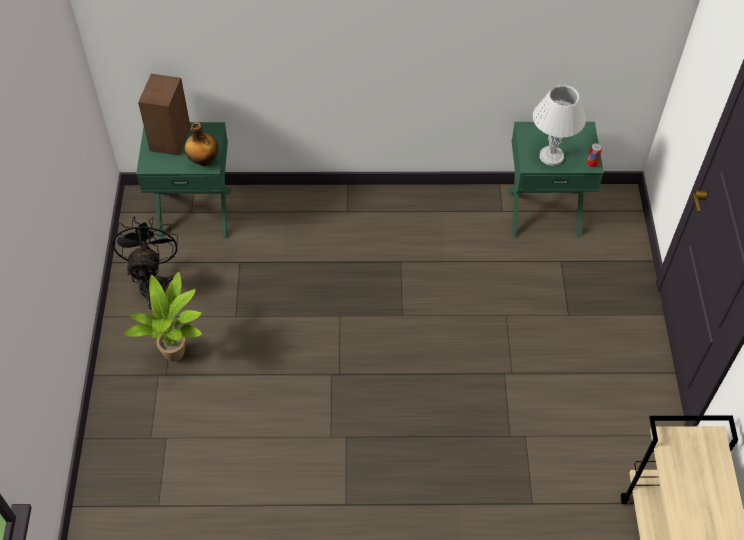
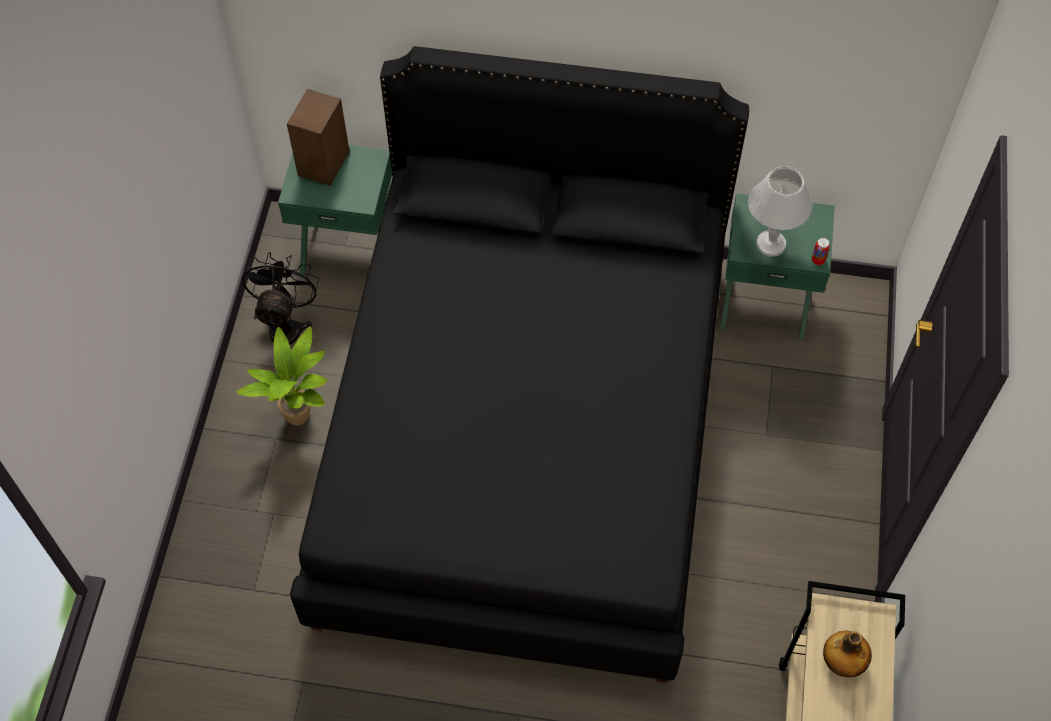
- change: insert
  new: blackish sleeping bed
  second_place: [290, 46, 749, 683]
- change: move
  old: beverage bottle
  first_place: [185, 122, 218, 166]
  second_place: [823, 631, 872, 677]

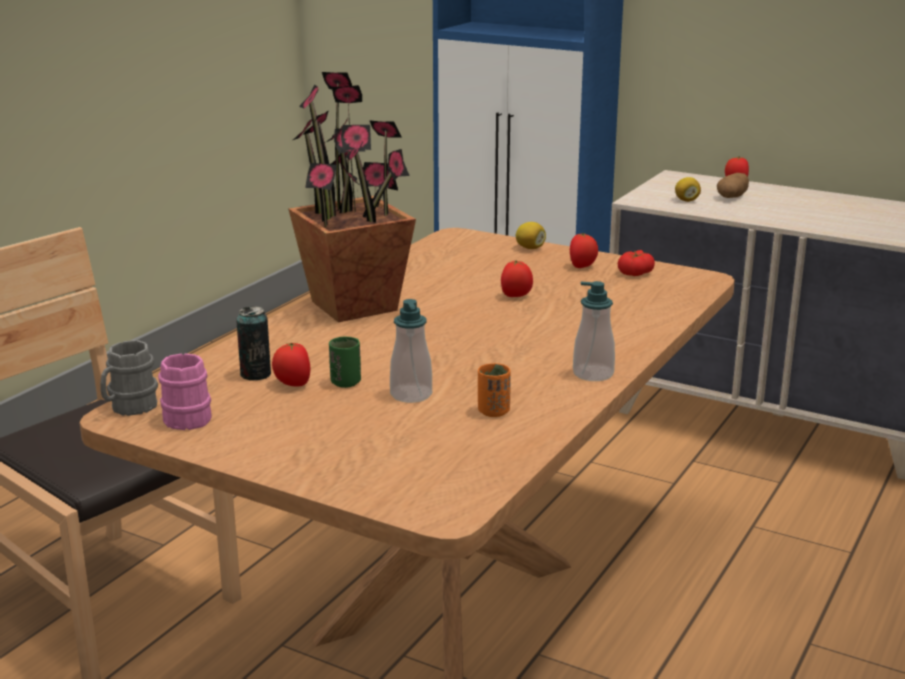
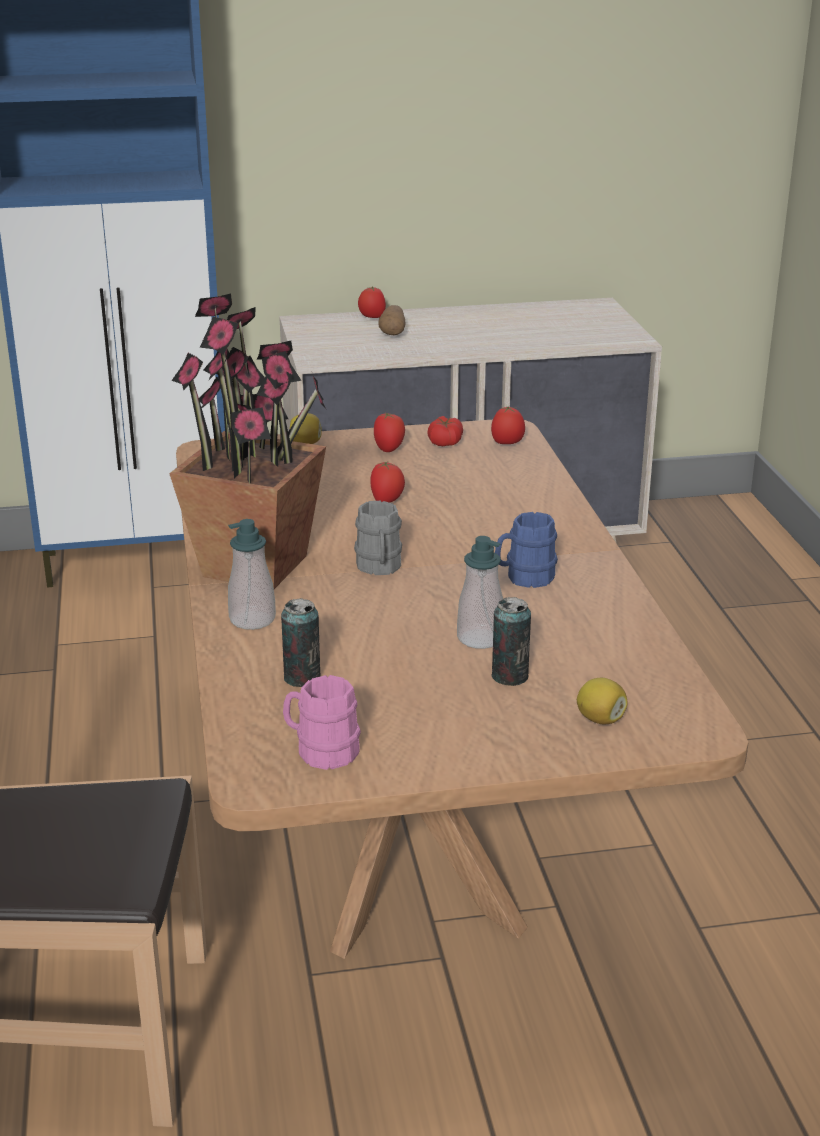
- change: move
  old: soap bottle
  first_place: [573, 281, 615, 381]
  second_place: [228, 519, 276, 630]
- change: move
  old: grey mug
  first_place: [100, 340, 158, 416]
  second_place: [354, 501, 402, 575]
- change: move
  old: tomato
  first_place: [272, 343, 311, 386]
  second_place: [491, 406, 525, 444]
- change: insert
  new: metal can
  second_place: [491, 597, 531, 686]
- change: insert
  new: bluish mug
  second_place: [495, 512, 558, 588]
- change: move
  old: citrus fruit
  first_place: [675, 177, 701, 202]
  second_place: [577, 678, 628, 724]
- change: delete
  old: green-coloured drinking cup
  first_place: [329, 337, 361, 388]
- change: delete
  old: orange-coloured drinking cup
  first_place: [478, 363, 511, 417]

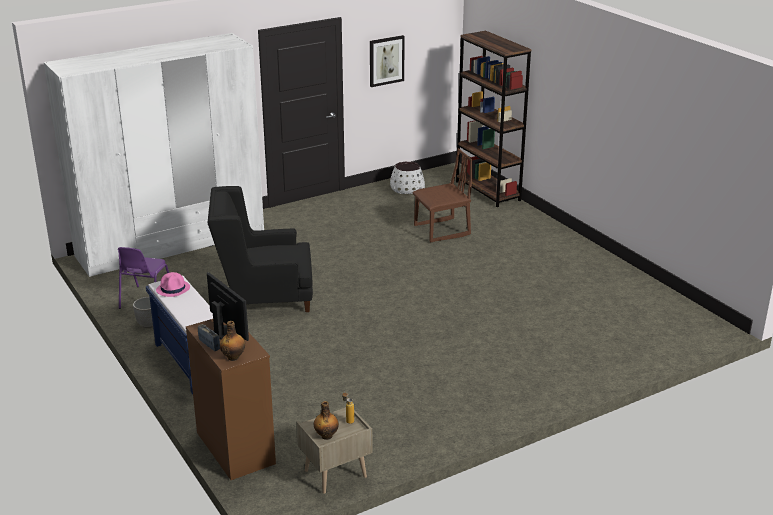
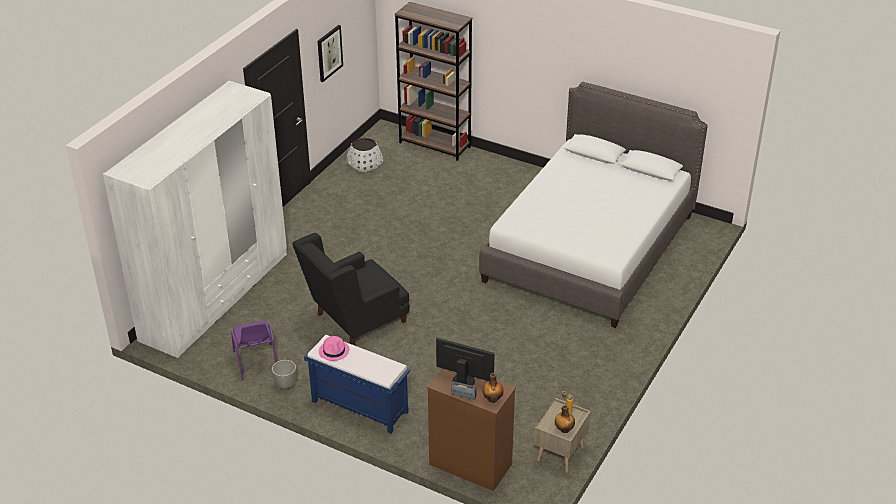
- change: insert
  new: white sleeping bed
  second_place: [479, 82, 708, 328]
- change: delete
  old: brownish plain chair
  first_place: [412, 148, 473, 242]

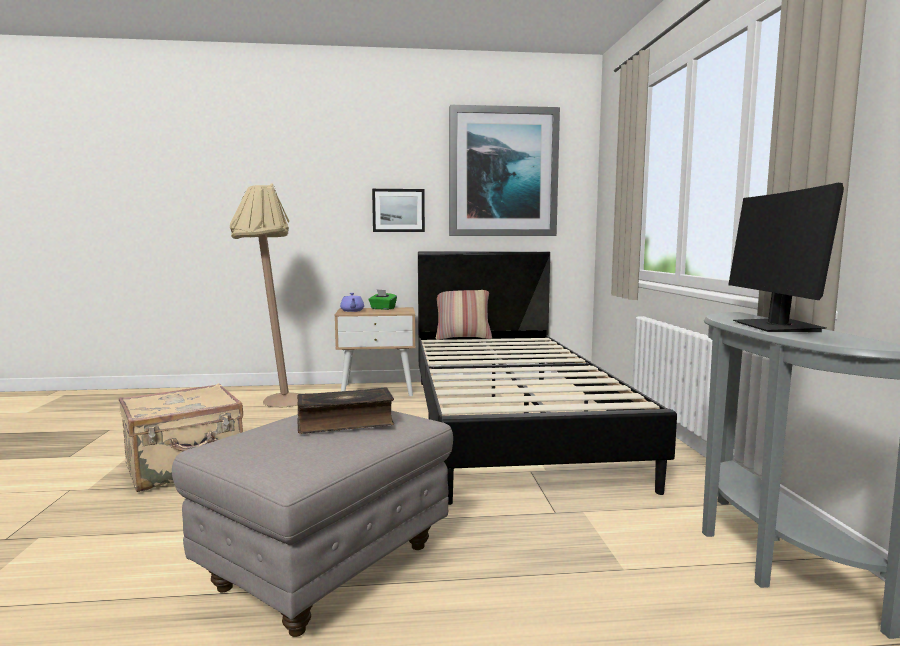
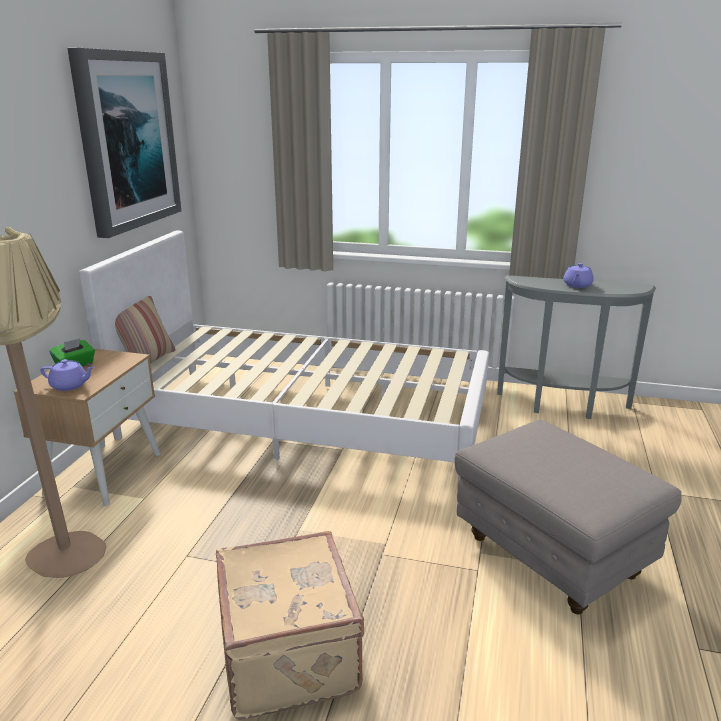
- change: recolor
  old: blackish sleeping bed
  new: white sleeping bed
  first_place: [418, 251, 677, 505]
  second_place: [79, 230, 489, 480]
- change: replace
  old: computer display
  new: purplish pot for tea
  first_place: [728, 183, 844, 332]
  second_place: [563, 263, 594, 288]
- change: delete
  old: volume
  first_place: [297, 387, 394, 434]
- change: delete
  old: wall art
  first_place: [372, 189, 425, 232]

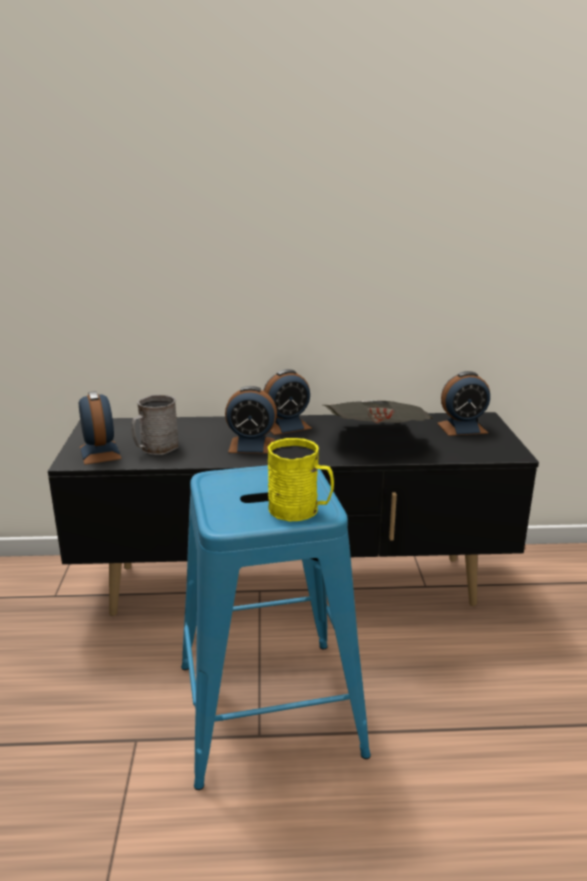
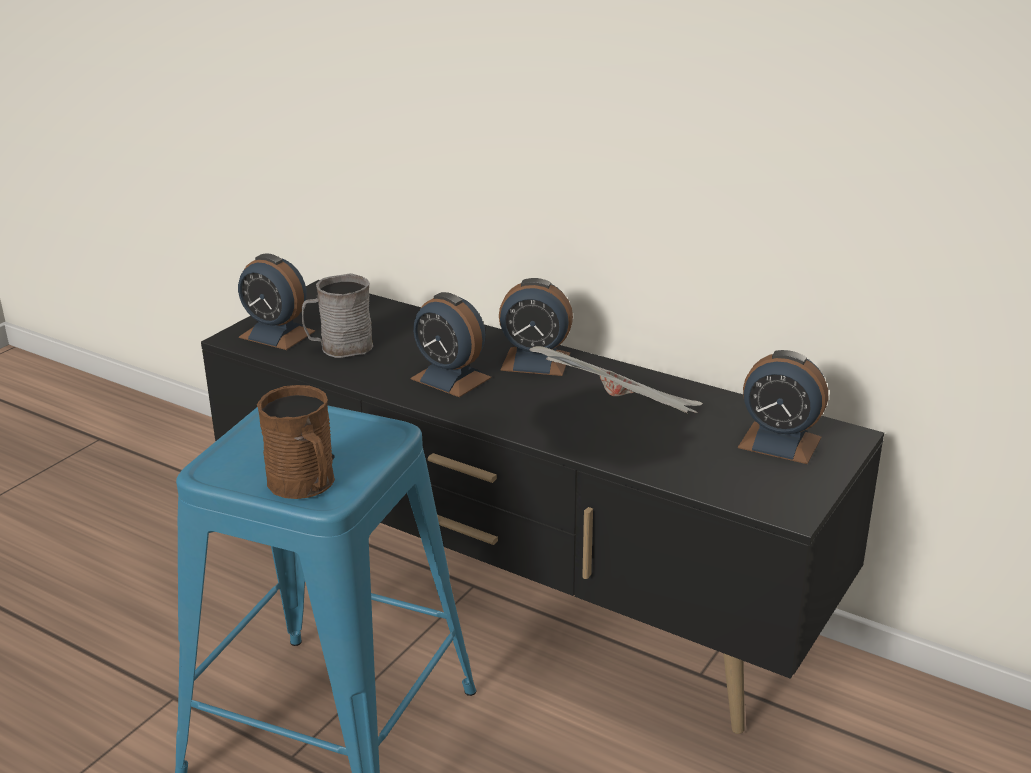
- change: rotate
  old: bedside clock
  first_place: [79, 391, 122, 465]
  second_place: [238, 254, 315, 350]
  degrees: 105
- change: recolor
  old: yellow mug
  new: brownish mug
  first_place: [267, 438, 334, 522]
  second_place: [257, 385, 335, 499]

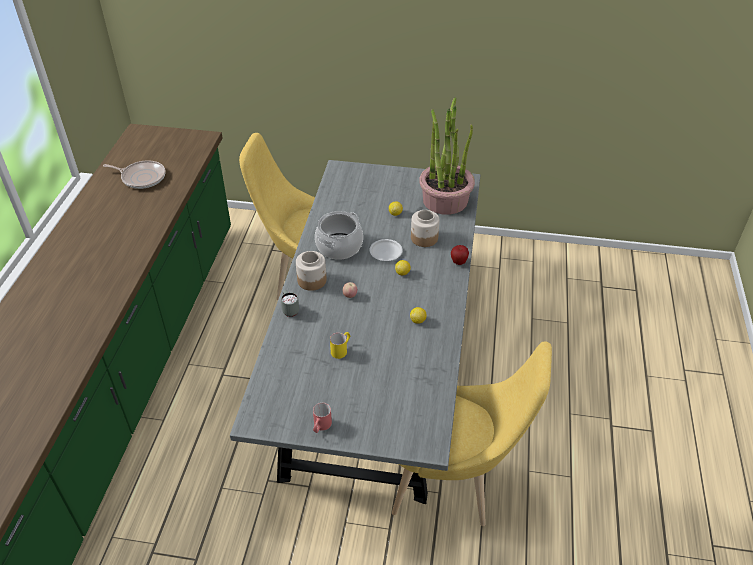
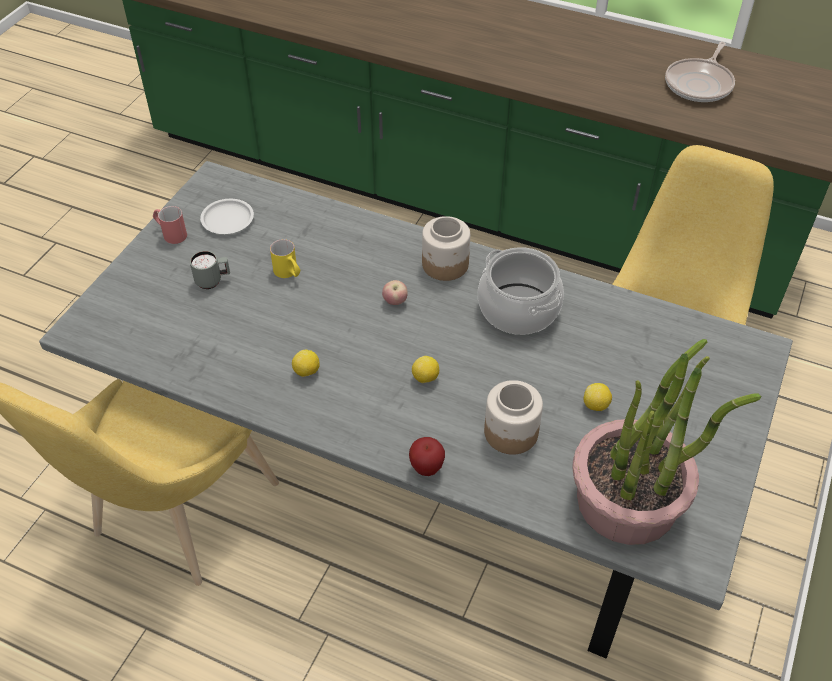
- change: move
  old: grey mug
  first_place: [281, 290, 299, 317]
  second_place: [190, 250, 230, 289]
- change: move
  old: white dinner plate
  first_place: [370, 239, 403, 261]
  second_place: [200, 199, 254, 234]

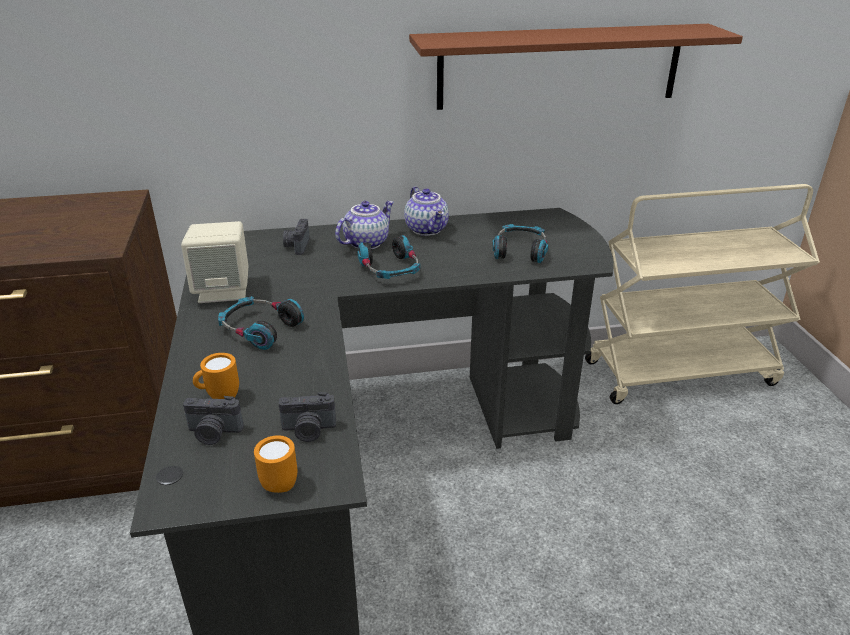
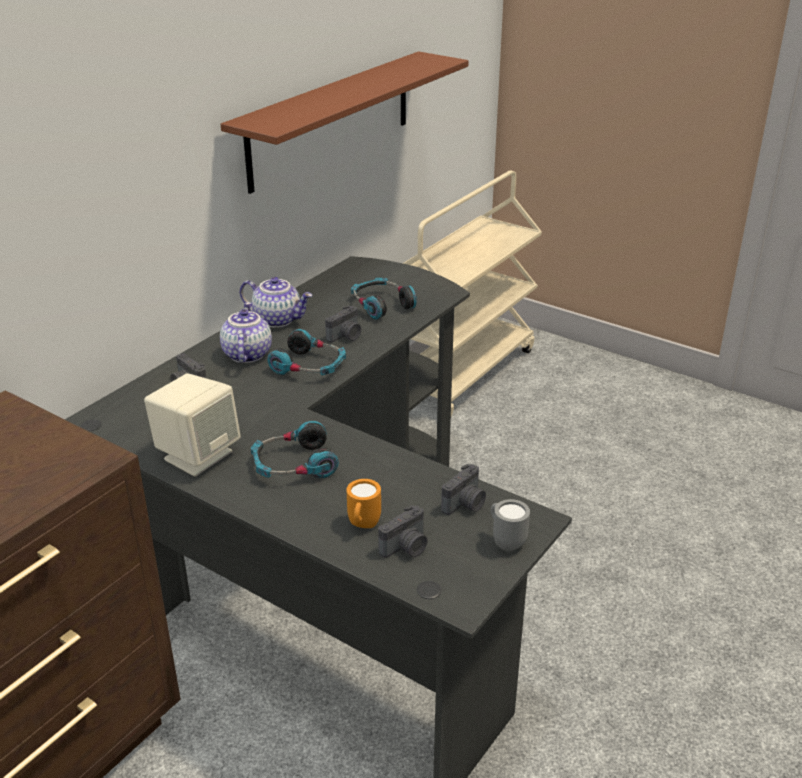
- change: insert
  new: still camera
  second_place: [325, 305, 361, 343]
- change: recolor
  old: orange-coloured mug
  new: grey mug
  first_place: [254, 435, 297, 493]
  second_place: [491, 499, 530, 551]

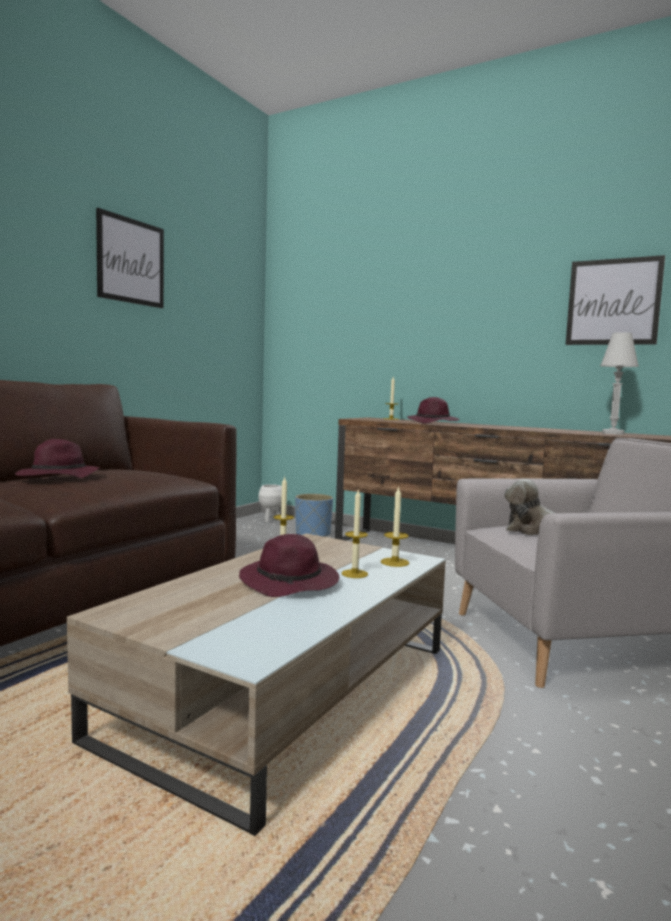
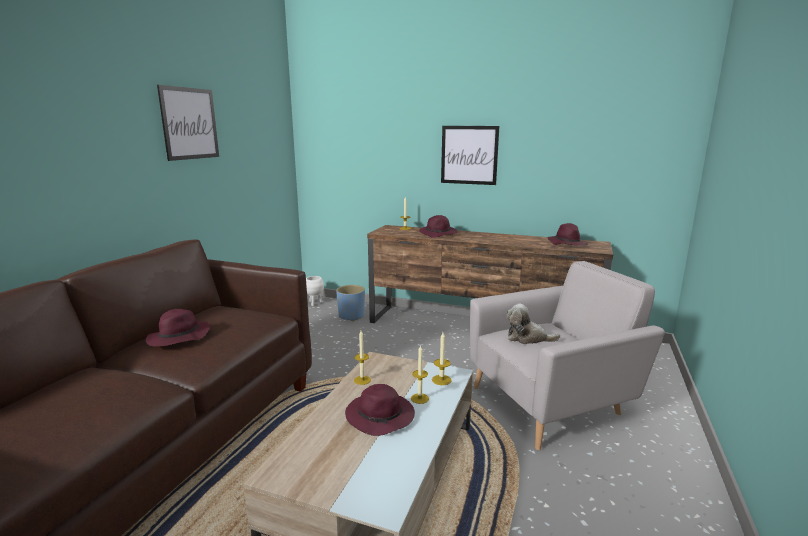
- change: move
  old: wall art
  first_place: [566, 255, 665, 345]
  second_place: [441, 126, 499, 185]
- change: replace
  old: white table lamp
  new: purplish clothing hat
  first_place: [600, 332, 639, 435]
  second_place: [547, 223, 588, 245]

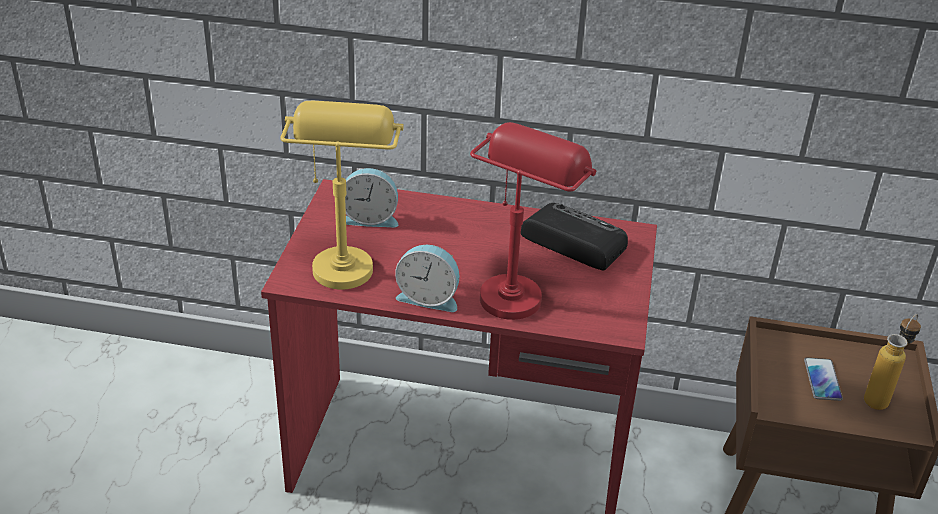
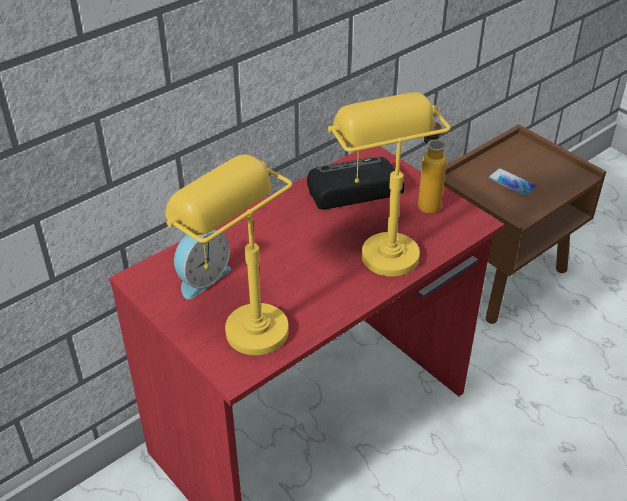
- change: recolor
  old: red table lamp
  new: yellow table lamp
  first_place: [470, 122, 596, 320]
  second_place: [328, 92, 451, 277]
- change: move
  old: beverage bottle
  first_place: [864, 314, 921, 410]
  second_place: [418, 118, 447, 214]
- change: delete
  old: bedside clock
  first_place: [395, 245, 459, 312]

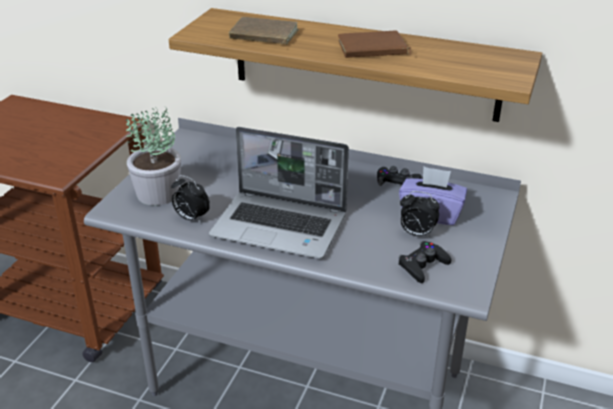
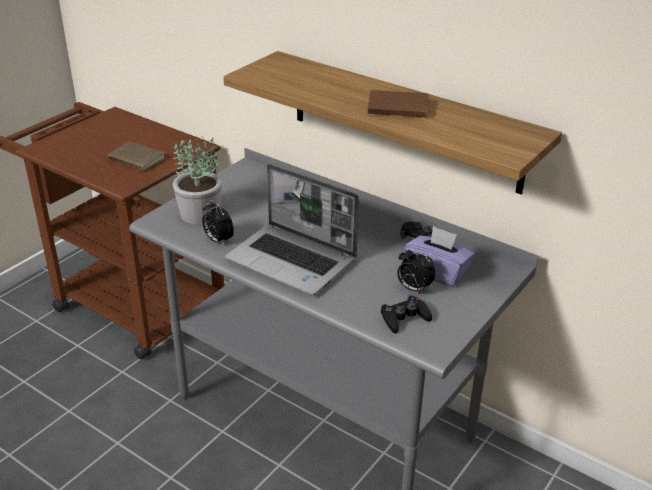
- change: move
  old: brownish volume
  first_place: [229, 17, 299, 45]
  second_place: [108, 142, 165, 172]

